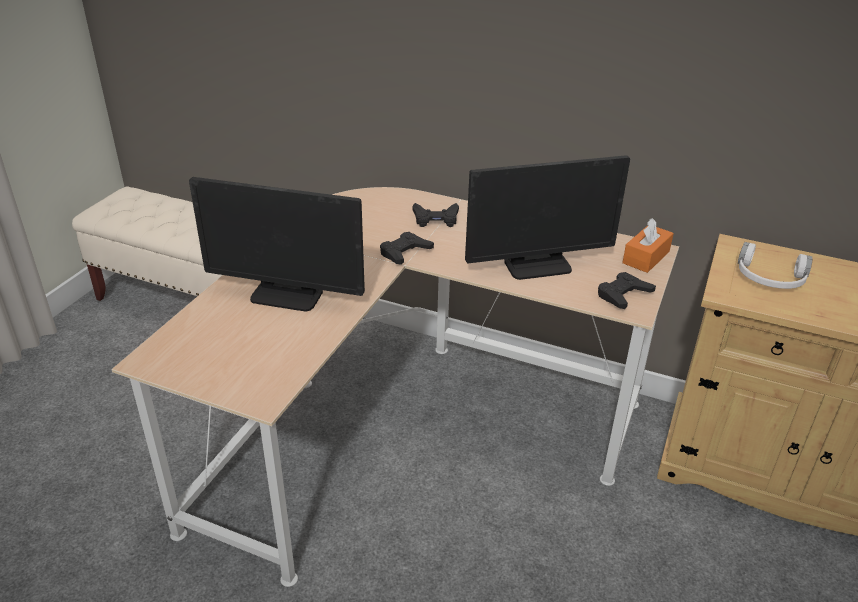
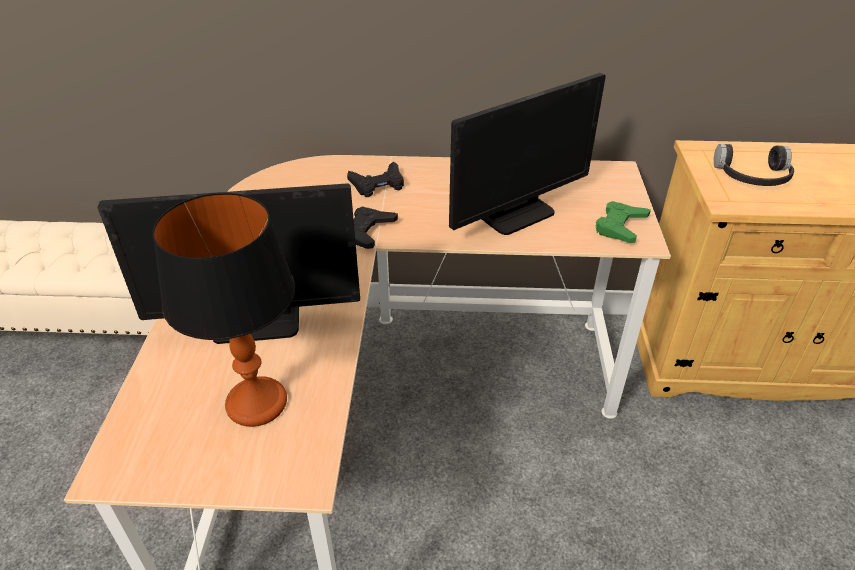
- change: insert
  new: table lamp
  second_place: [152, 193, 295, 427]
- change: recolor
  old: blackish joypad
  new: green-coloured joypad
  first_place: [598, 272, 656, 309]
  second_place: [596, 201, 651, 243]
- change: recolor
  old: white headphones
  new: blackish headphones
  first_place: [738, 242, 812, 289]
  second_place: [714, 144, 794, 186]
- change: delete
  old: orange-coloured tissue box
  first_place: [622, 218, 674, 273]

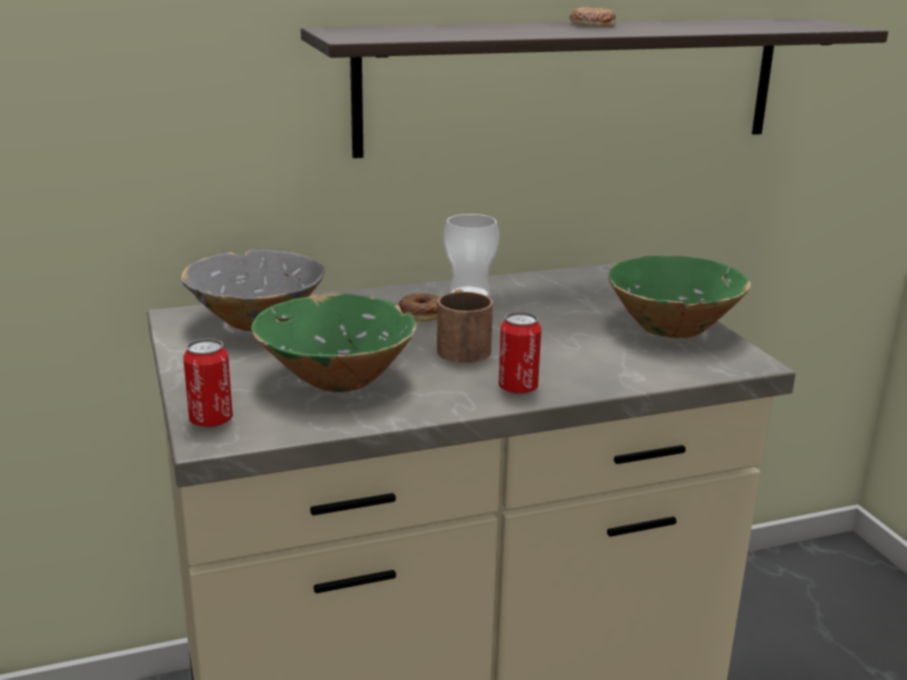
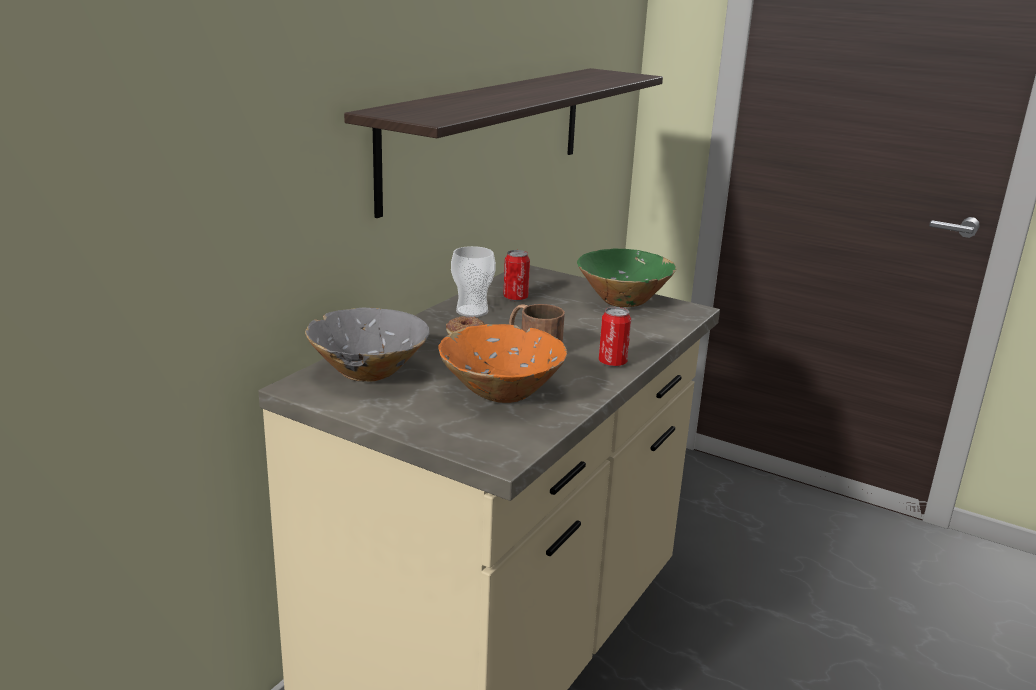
- change: recolor
  old: green-coloured deep dish
  new: orange-coloured deep dish
  first_place: [251, 294, 416, 392]
  second_place: [438, 324, 567, 403]
- change: move
  old: metal can
  first_place: [183, 338, 233, 428]
  second_place: [503, 250, 530, 301]
- change: delete
  old: doughnut
  first_place: [569, 7, 616, 27]

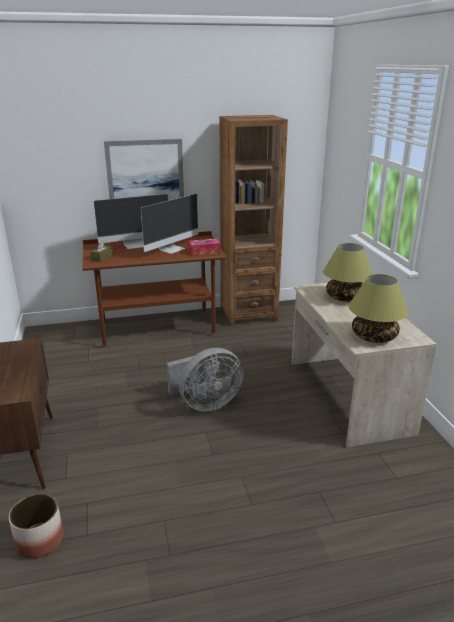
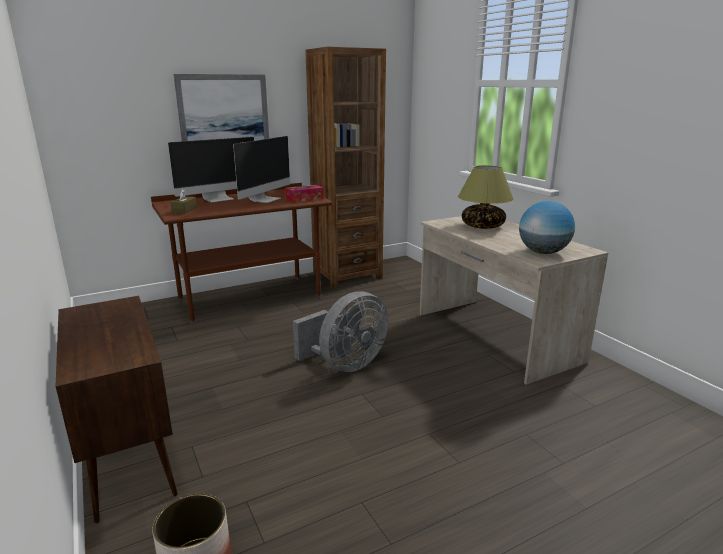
- change: replace
  old: table lamp
  new: globe
  first_place: [348, 274, 408, 343]
  second_place: [519, 201, 575, 254]

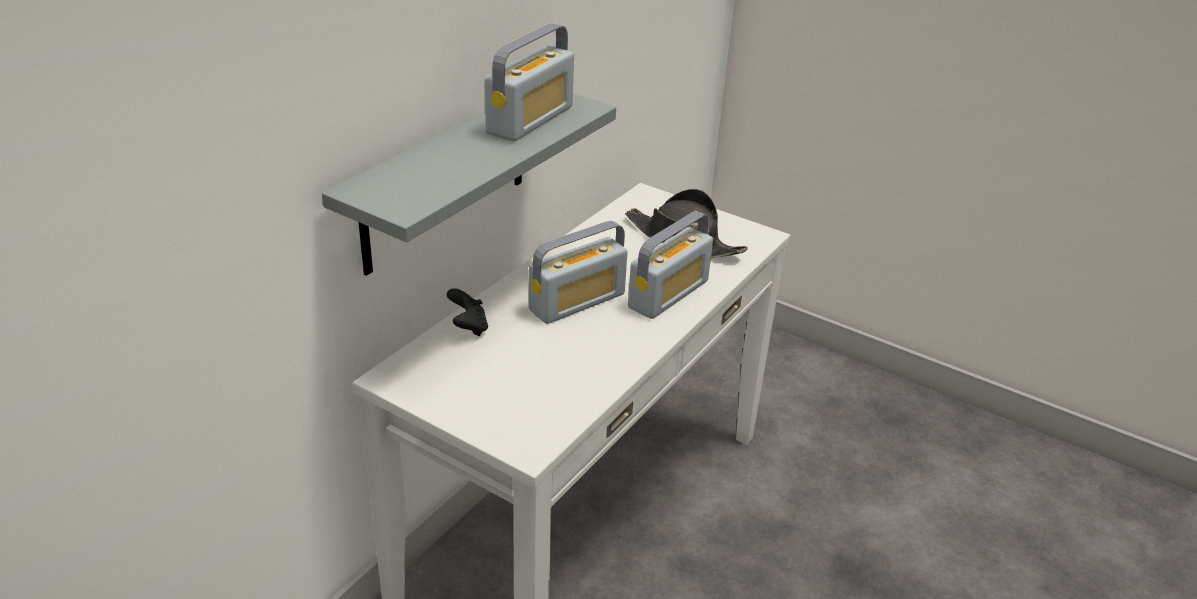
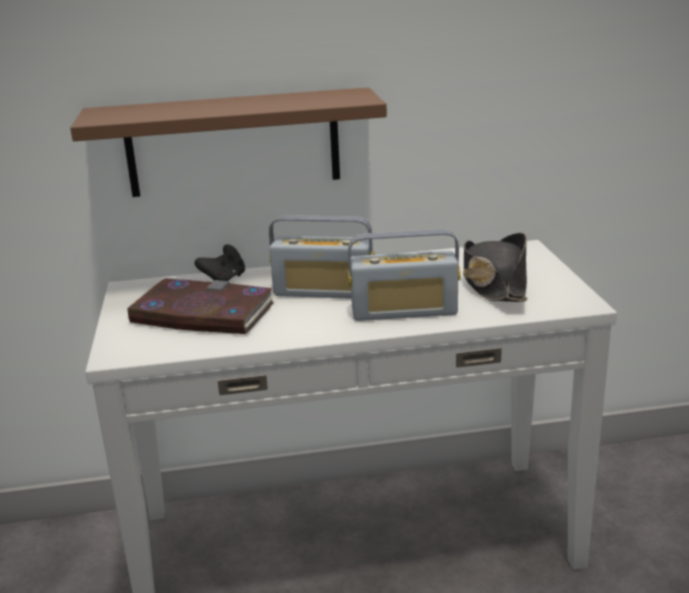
- change: recolor
  old: grey shelf
  new: brownish shelf
  first_place: [322, 94, 616, 276]
  second_place: [70, 87, 387, 197]
- change: insert
  new: volume
  second_place: [127, 278, 275, 334]
- change: delete
  old: radio set
  first_place: [485, 23, 574, 142]

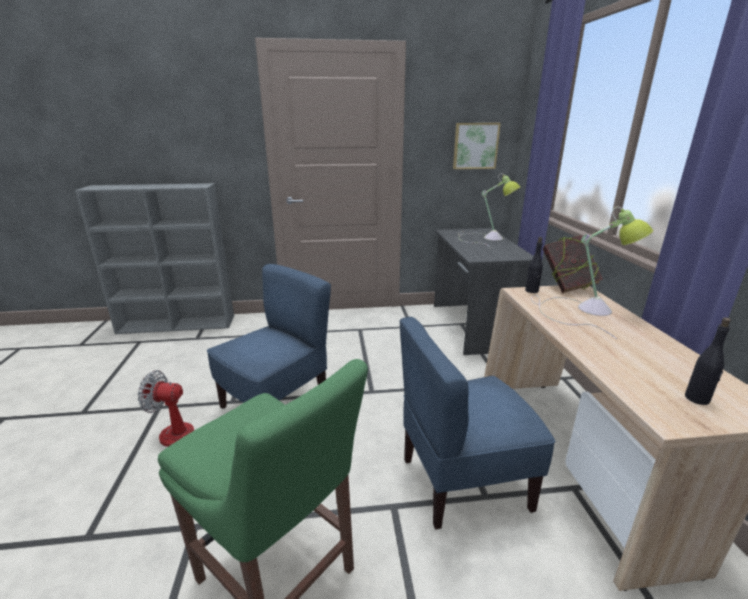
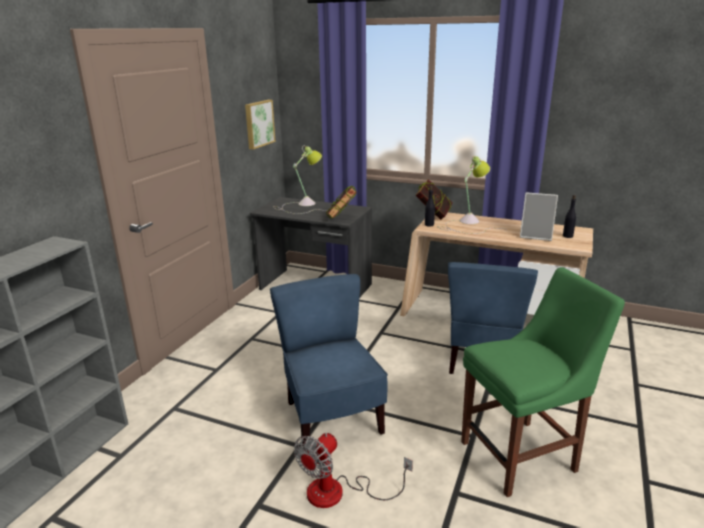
- change: insert
  new: volume
  second_place: [326, 185, 356, 218]
- change: insert
  new: standing frame
  second_place: [520, 192, 558, 241]

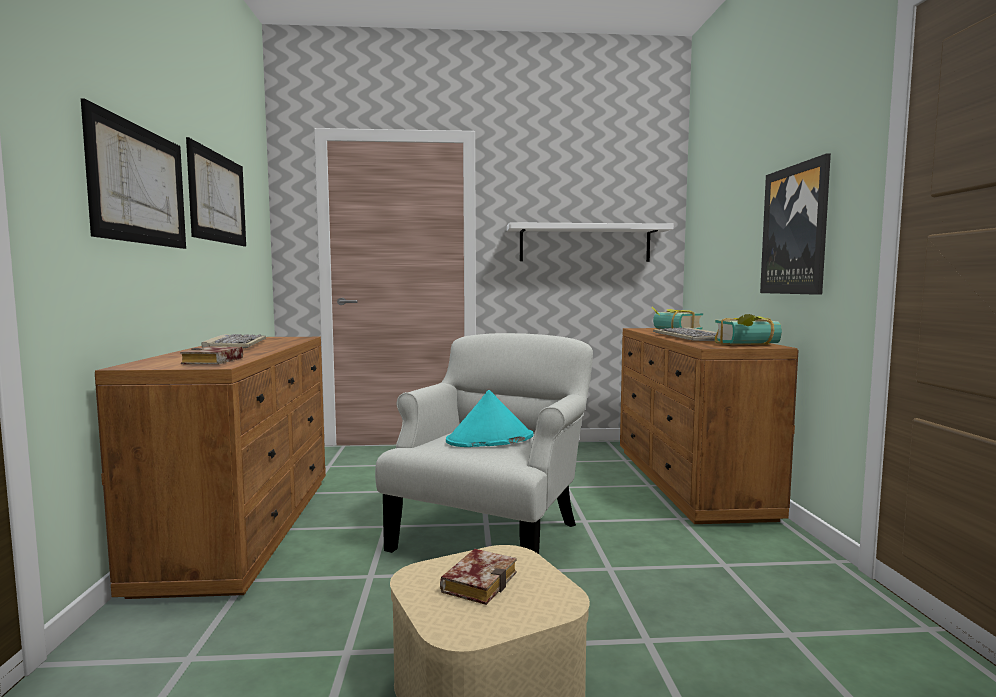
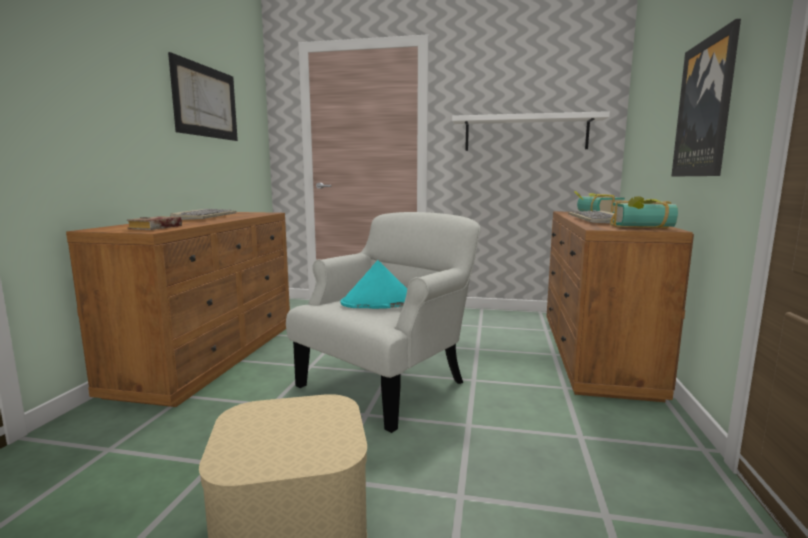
- change: delete
  old: wall art
  first_place: [81, 98, 186, 249]
- change: delete
  old: volume
  first_place: [440, 549, 517, 605]

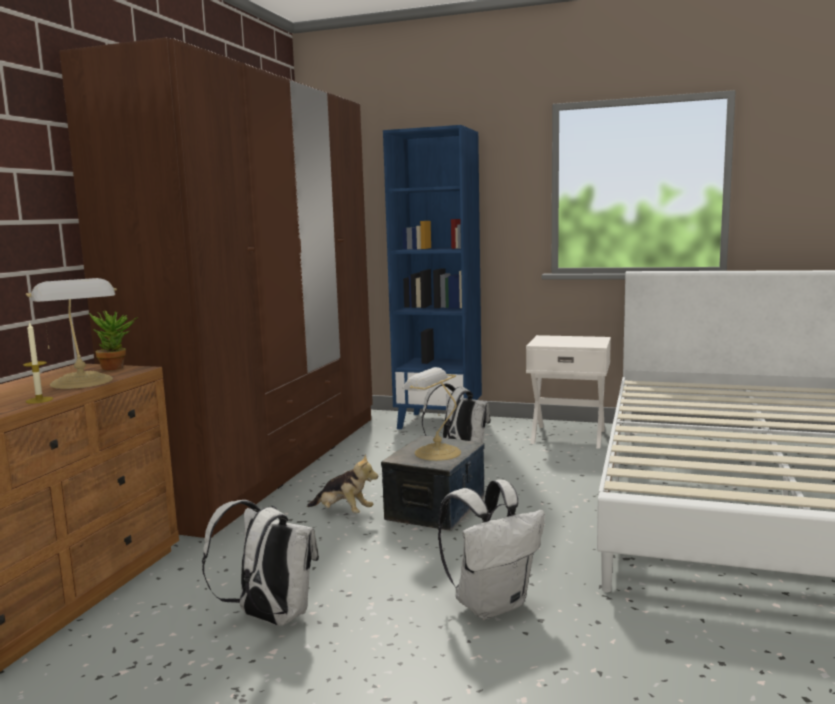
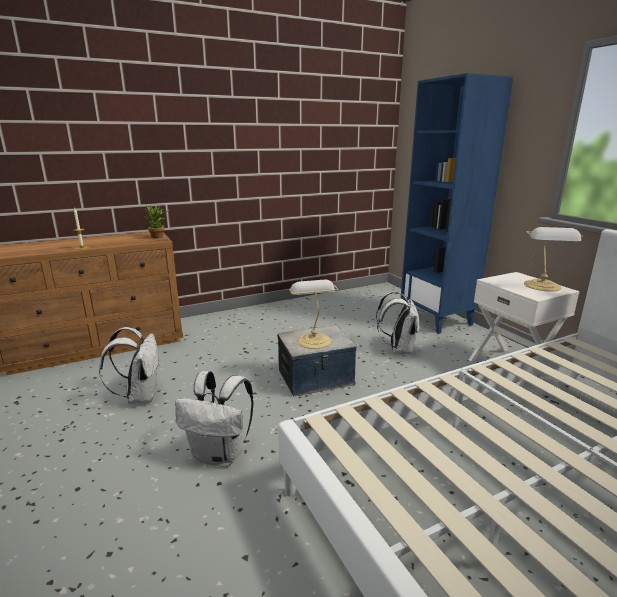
- change: move
  old: table lamp
  first_place: [26, 278, 117, 389]
  second_place: [524, 227, 582, 292]
- change: delete
  old: brownish clothes cupboard
  first_place: [59, 37, 373, 538]
- change: delete
  old: cuddly toy
  first_place: [307, 454, 378, 513]

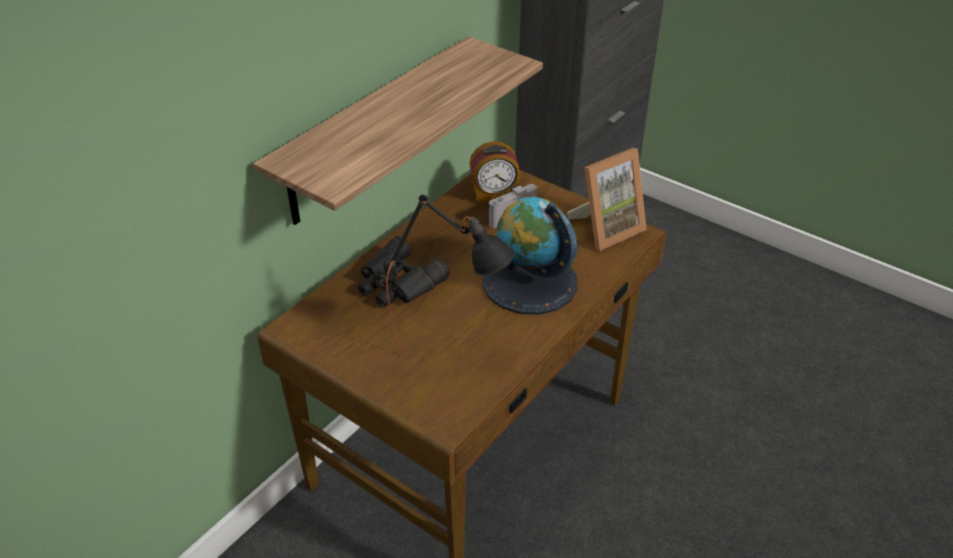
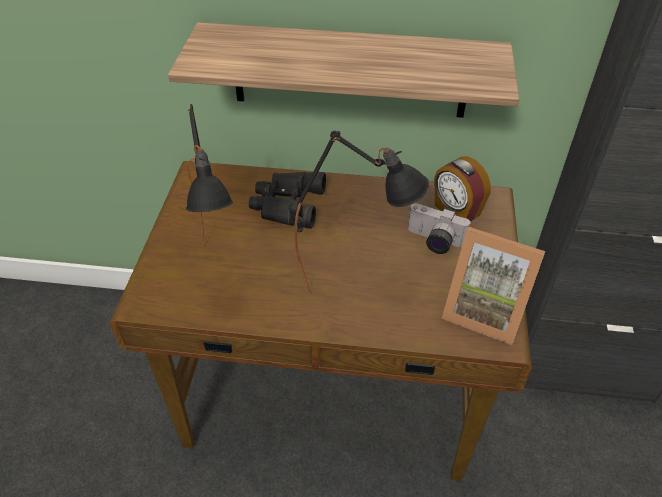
- change: replace
  old: globe
  new: blackish table lamp
  first_place: [482, 197, 578, 315]
  second_place: [289, 130, 429, 293]

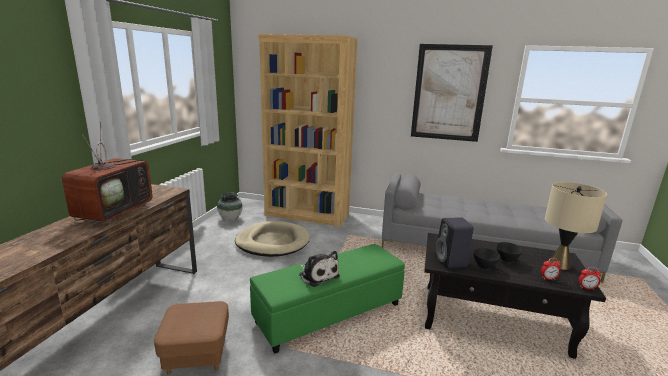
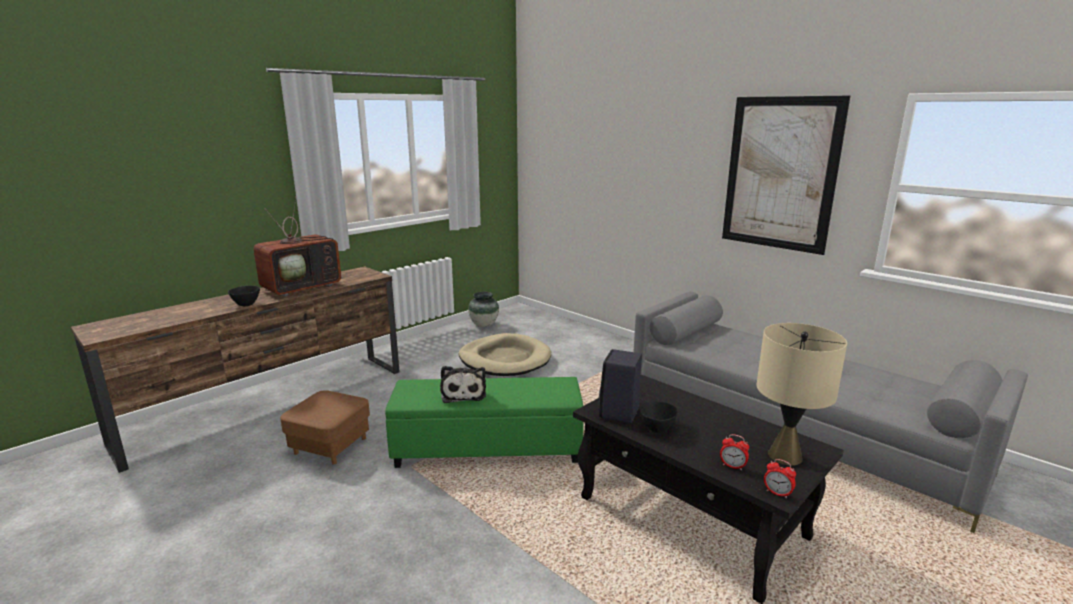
- change: move
  old: blackish deep dish
  first_place: [496, 242, 523, 262]
  second_place: [228, 286, 260, 306]
- change: delete
  old: brownish bookcase
  first_place: [259, 34, 358, 227]

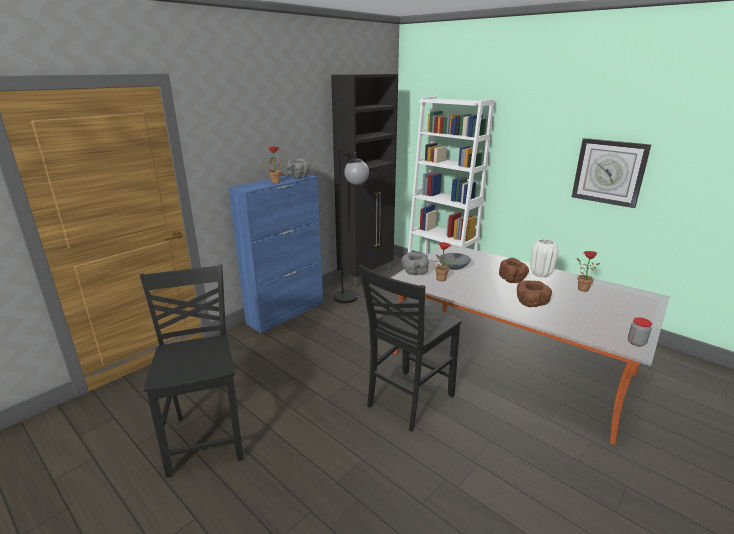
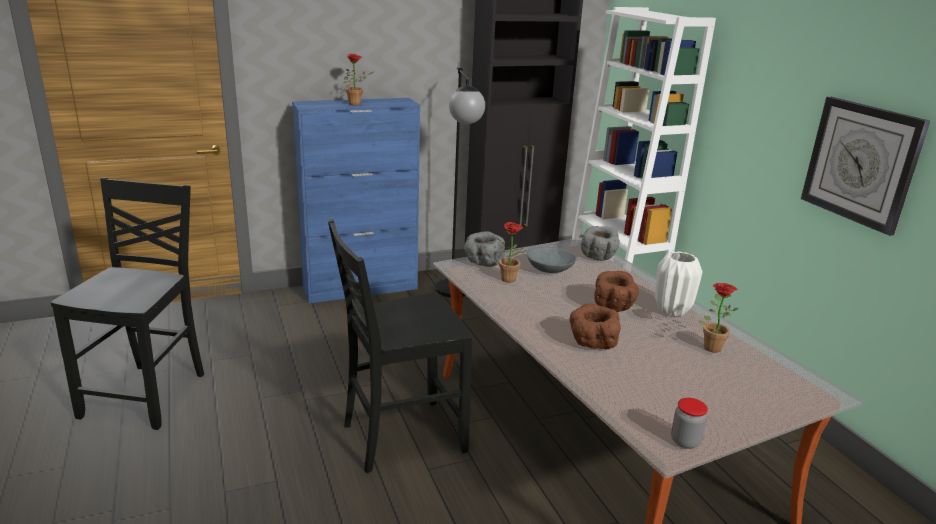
- change: move
  old: grey deep dish
  first_place: [287, 158, 310, 178]
  second_place: [581, 226, 620, 261]

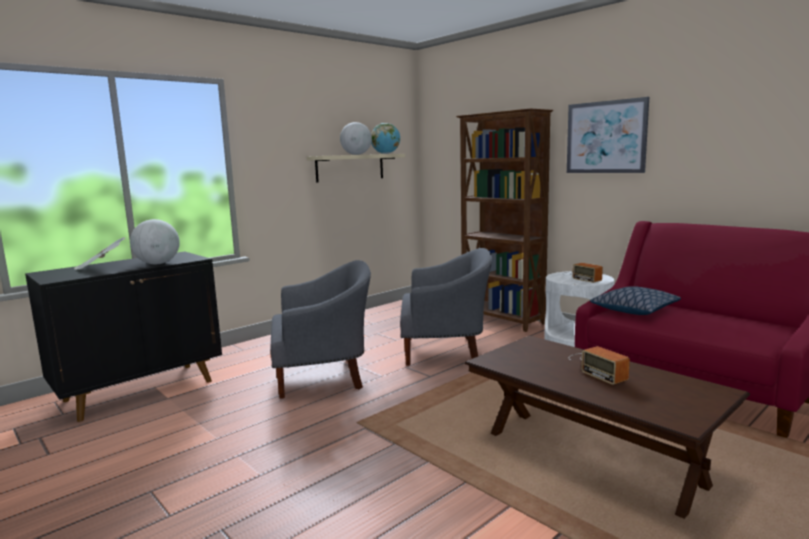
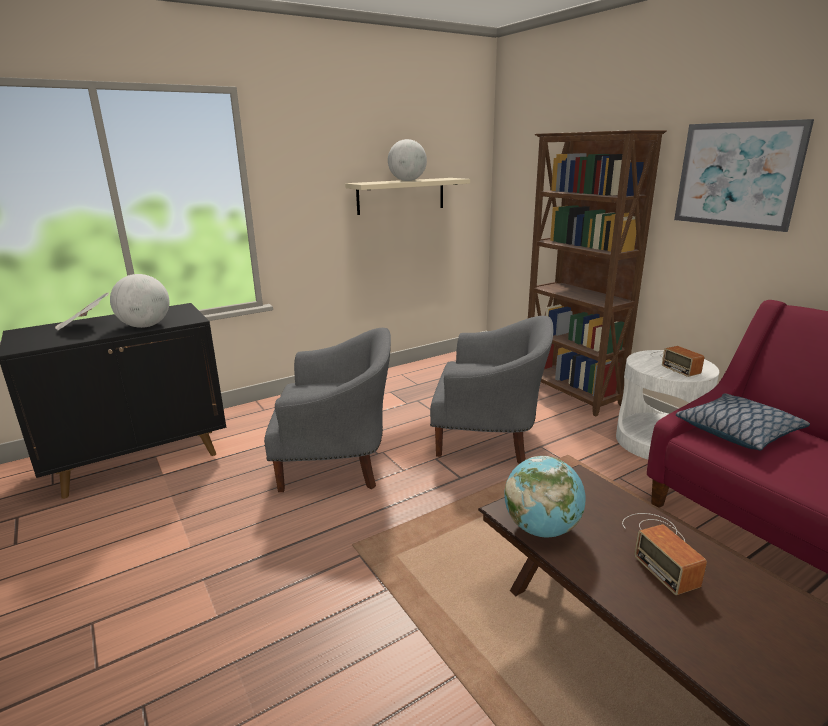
- change: move
  old: globe
  first_place: [371, 123, 400, 154]
  second_place: [504, 456, 586, 538]

